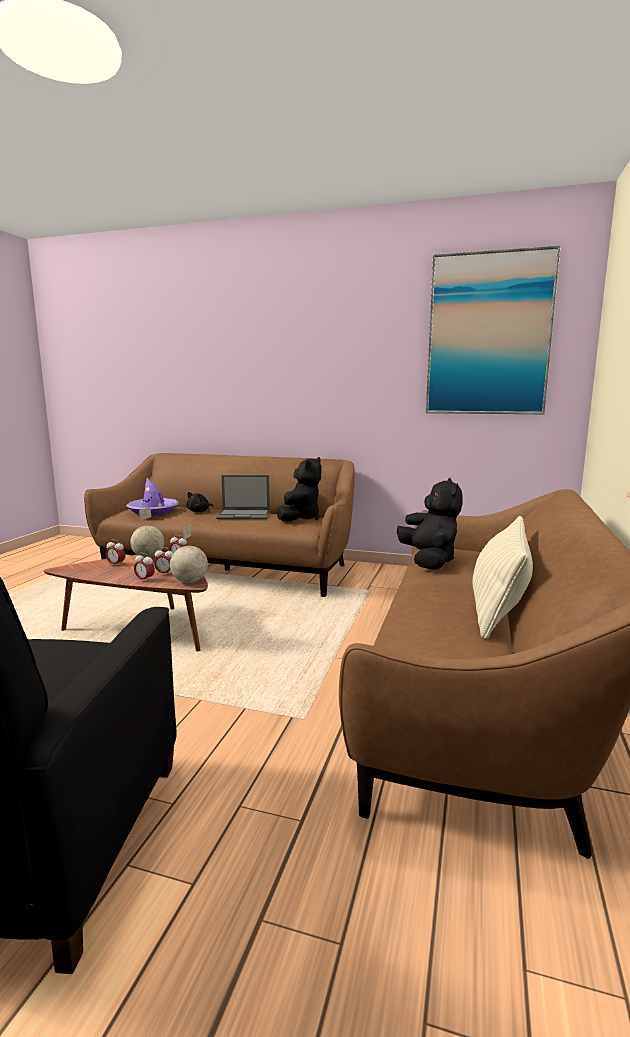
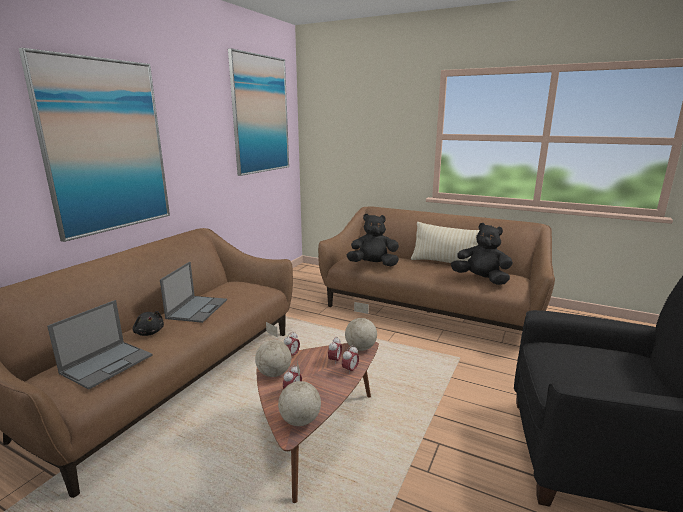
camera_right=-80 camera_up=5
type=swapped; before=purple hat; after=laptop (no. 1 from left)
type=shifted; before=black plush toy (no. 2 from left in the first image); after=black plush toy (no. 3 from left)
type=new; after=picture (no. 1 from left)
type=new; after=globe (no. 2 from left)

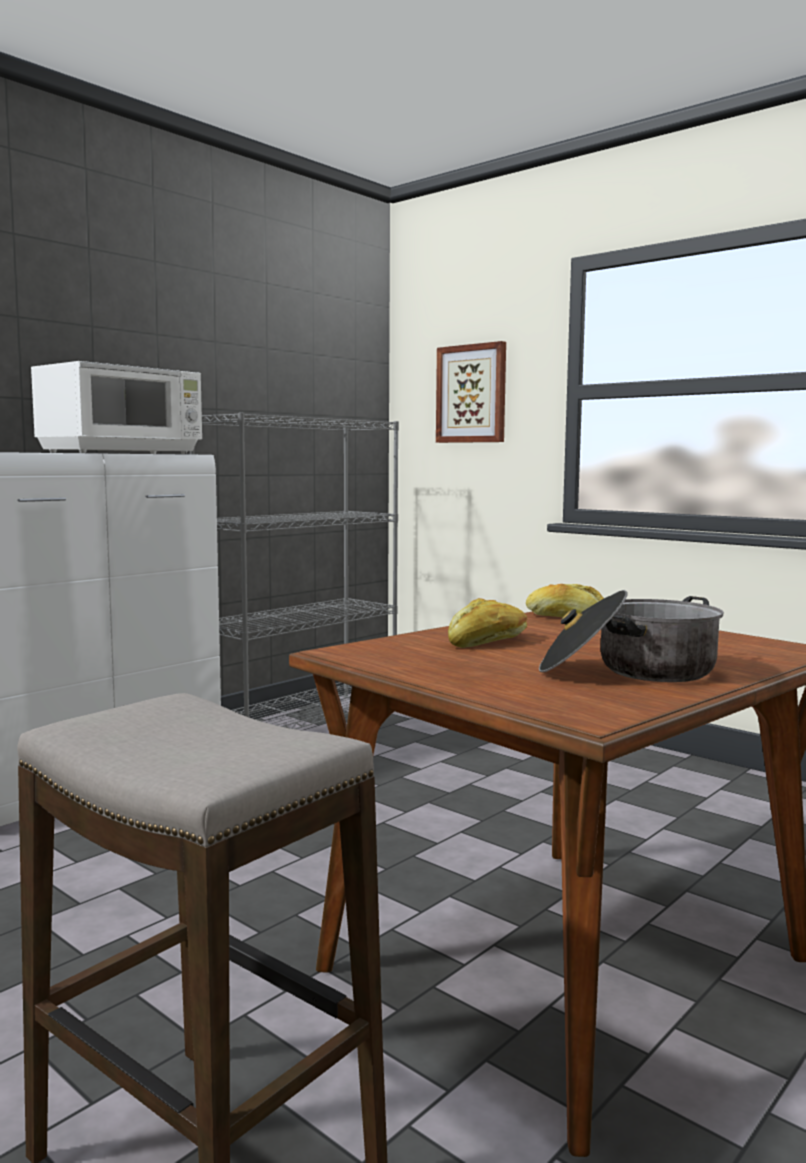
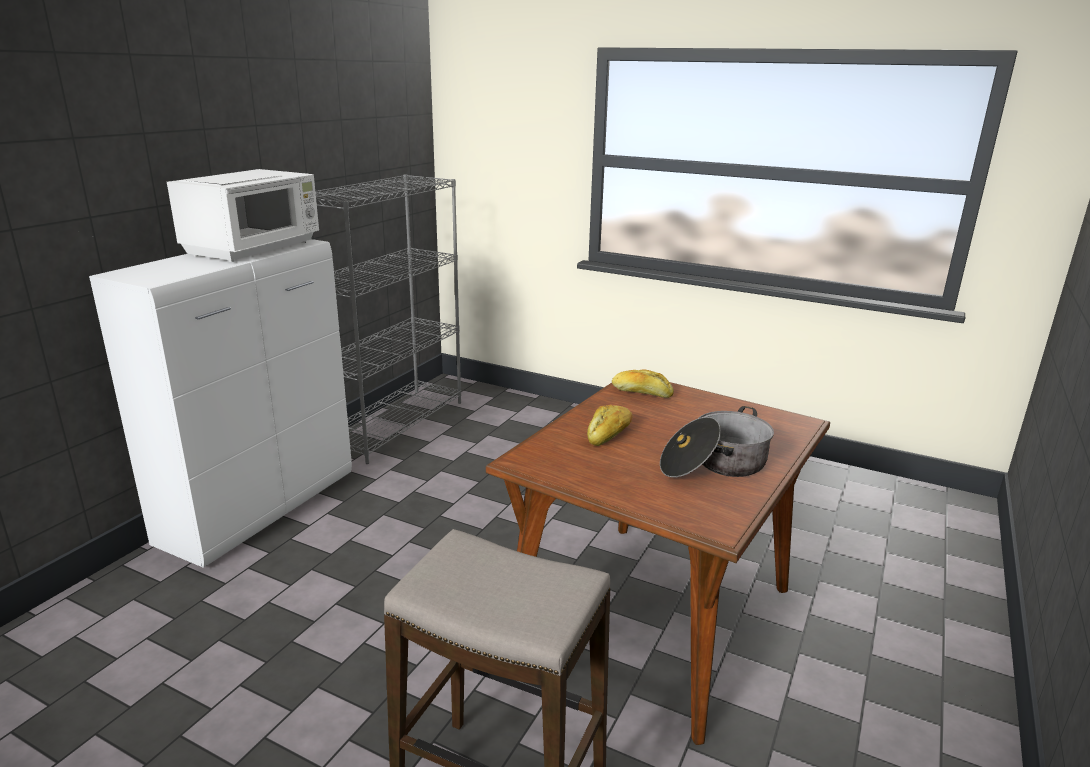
camera_right=-15 camera_up=15
type=gone; before=picture

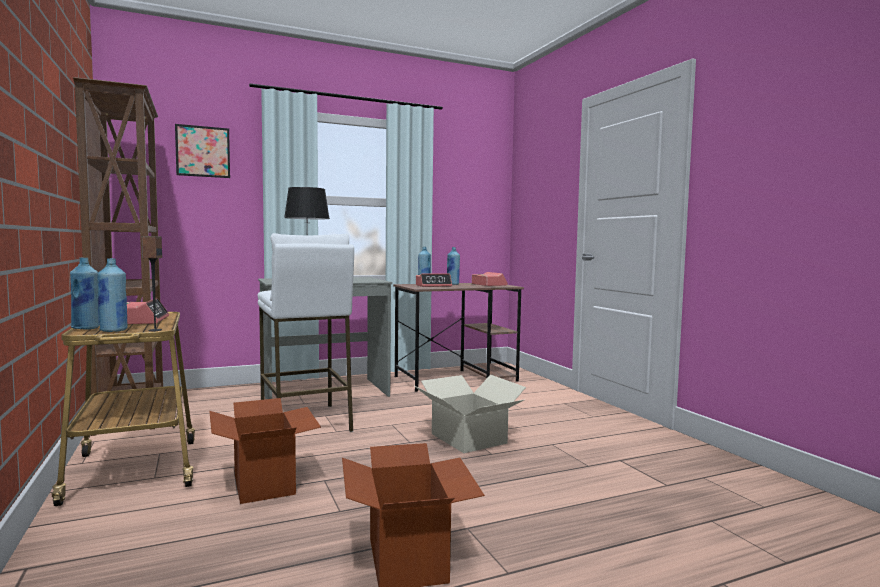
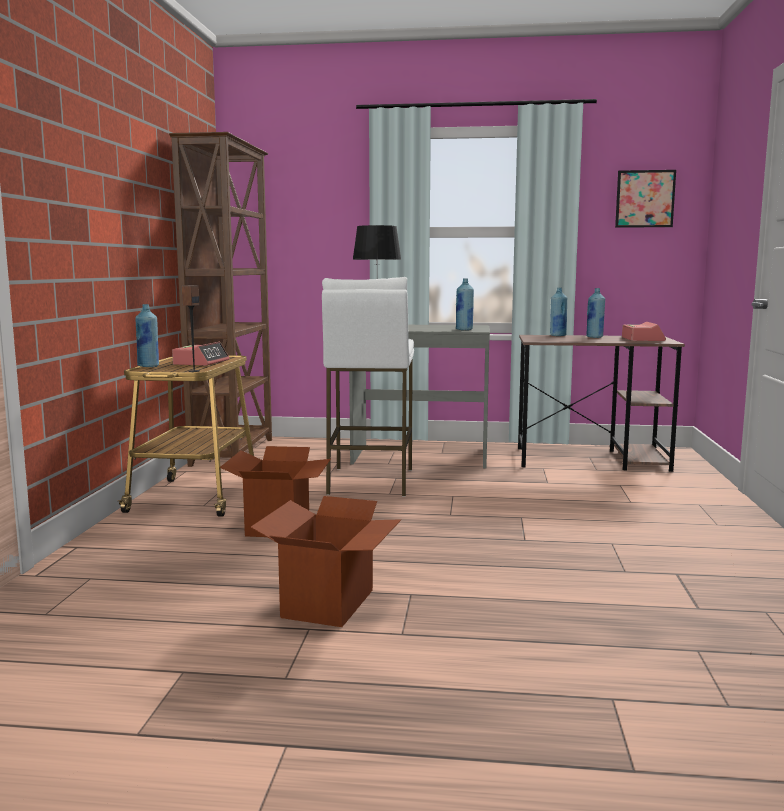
camera_right=30 camera_up=5
type=shifted; before=blue bottle (no. 2 from left)
type=shifted; before=picture
type=gone; before=cardboard box (no. 3 from left)
type=gone; before=alarm clock (no. 2 from left)

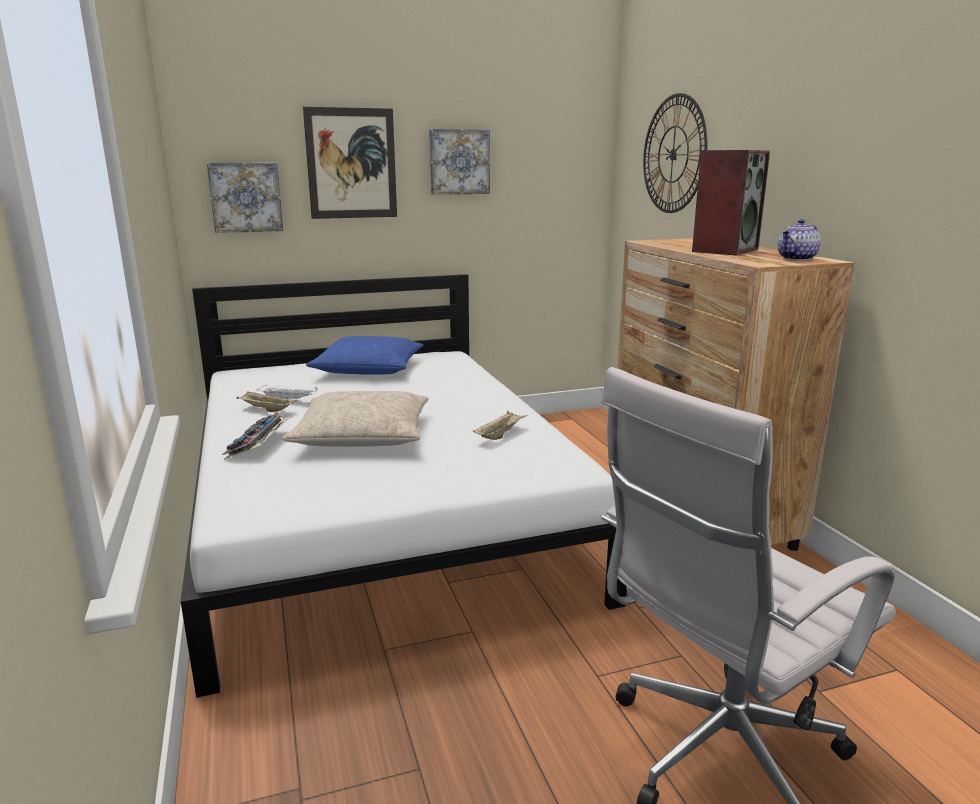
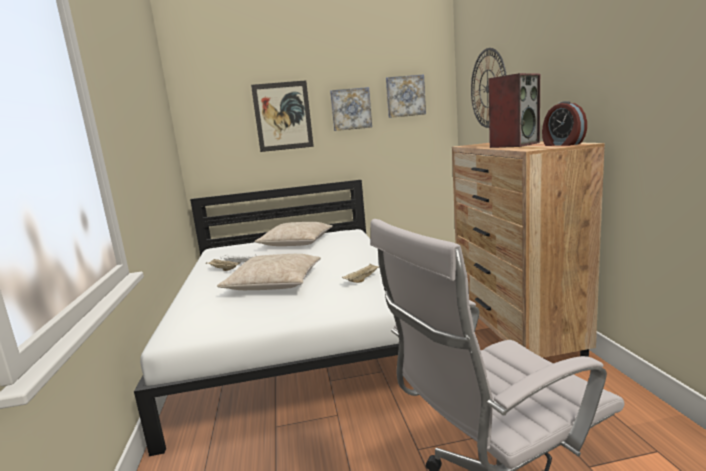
camera_right=10 camera_up=-5
type=shifted; before=picture (no. 1 from left in the first image); after=picture (no. 3 from left)
type=gone; before=keyboard
type=repainted; before=blue pillow; after=beige pillow (no. 2 from left)
type=swapped; before=teapot; after=alarm clock

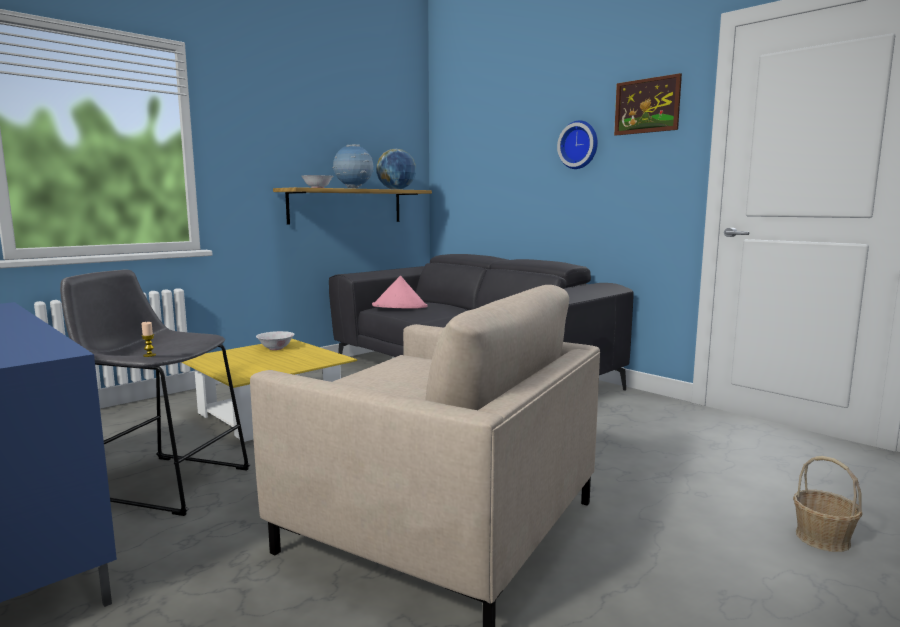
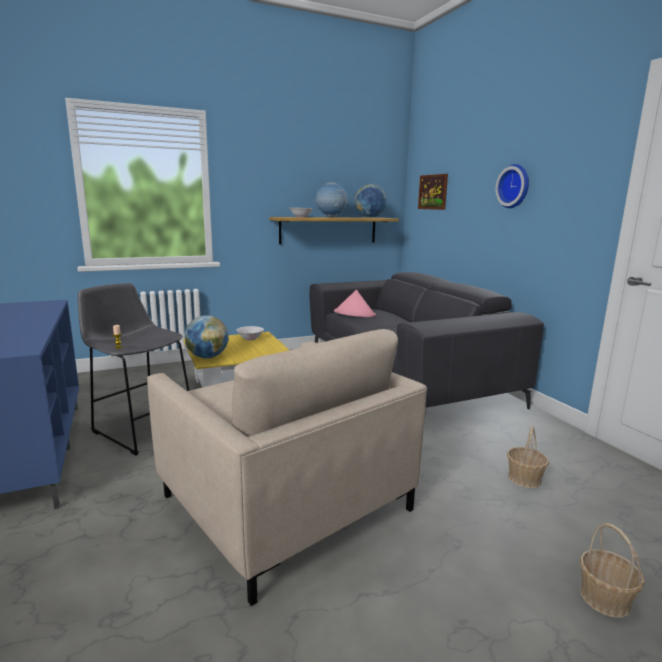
camera_right=20 camera_up=5
type=shifted; before=picture
type=new; after=globe (no. 1 from left)
type=new; after=basket (no. 1 from left)

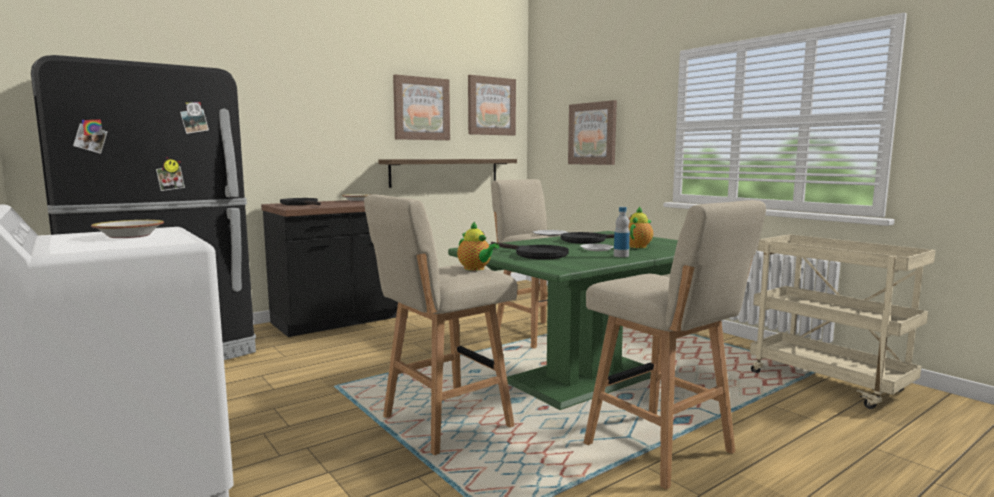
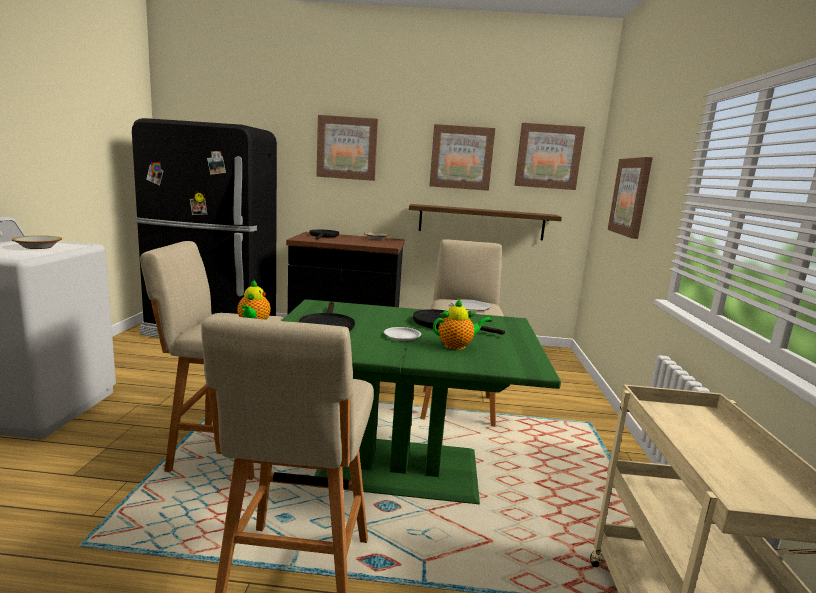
camera_right=40 camera_up=5
type=gone; before=bottle
type=new; after=picture (no. 1 from left)

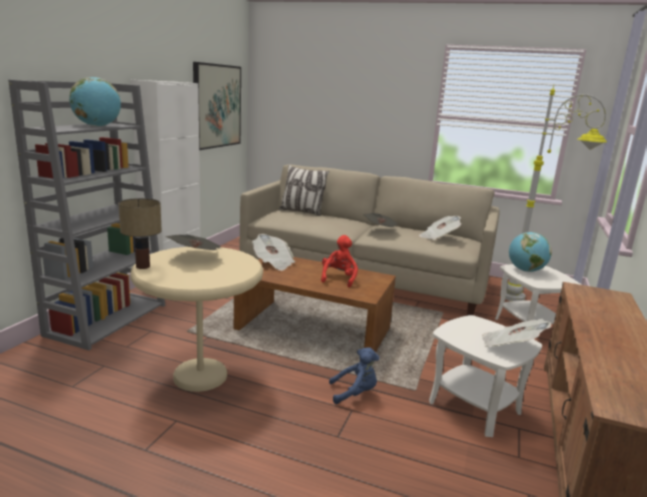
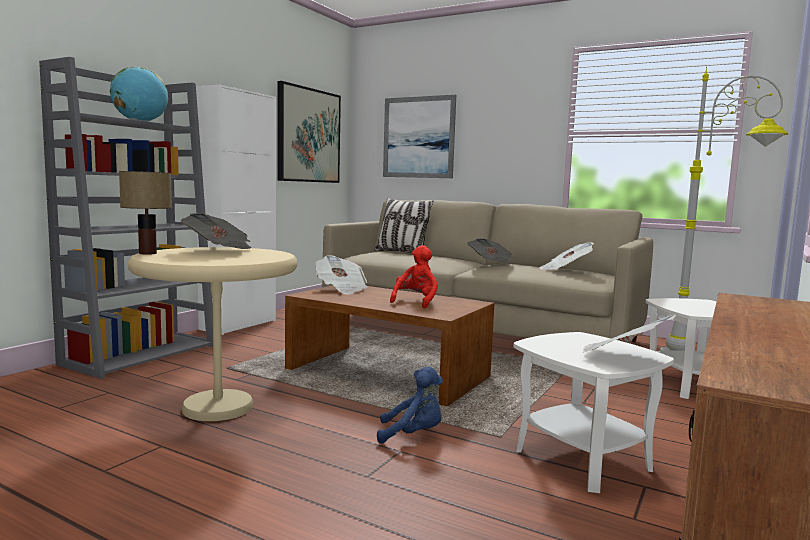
camera_right=10 camera_up=-10
type=gone; before=globe (no. 2 from left)
type=new; after=picture (no. 2 from left)

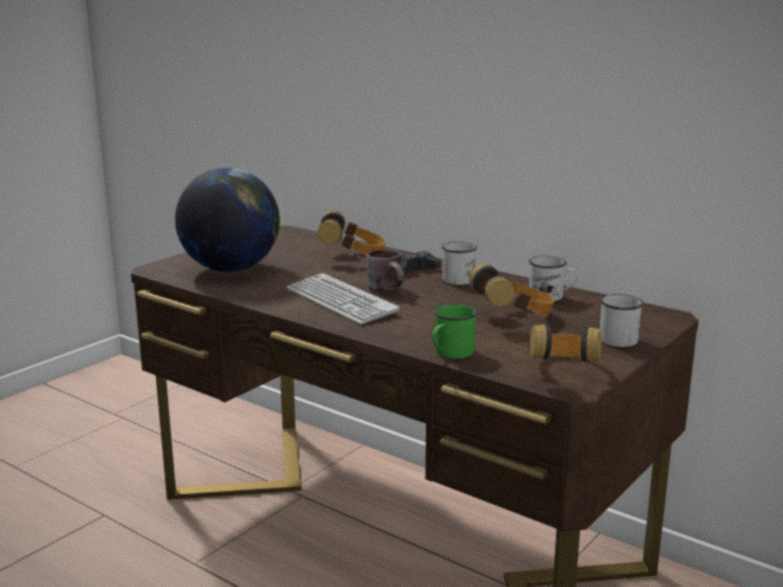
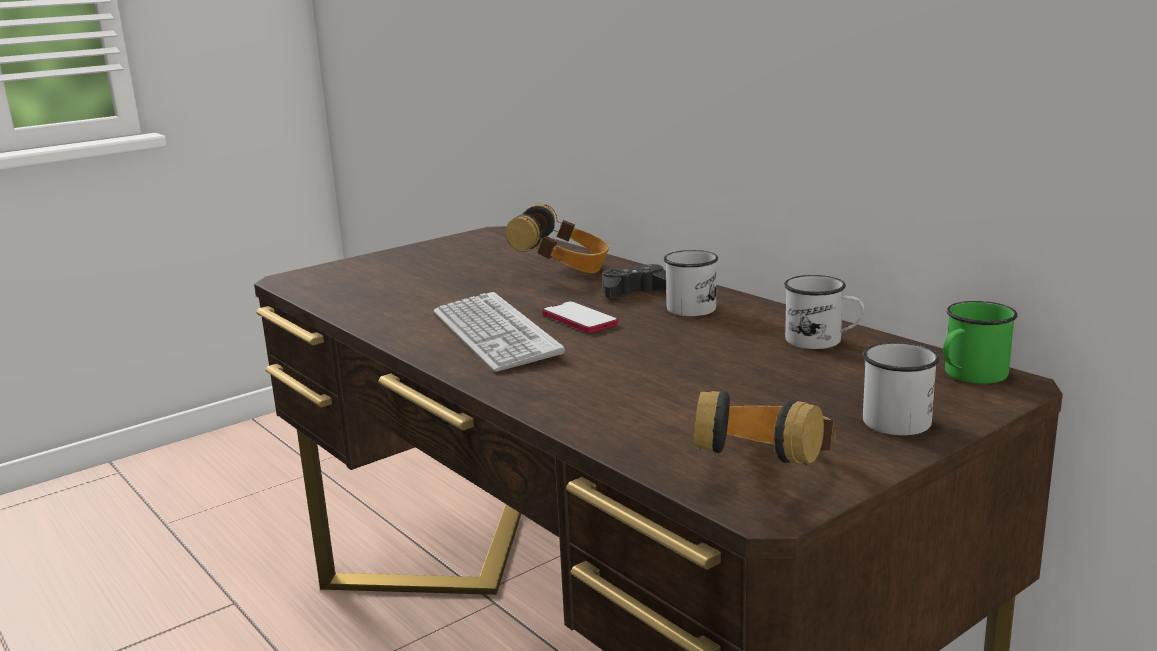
camera_right=15 camera_up=0
type=gone; before=globe
type=swapped; before=brown mug; after=phone
type=shifted; before=green mug
type=gone; before=headphones (no. 2 from left)

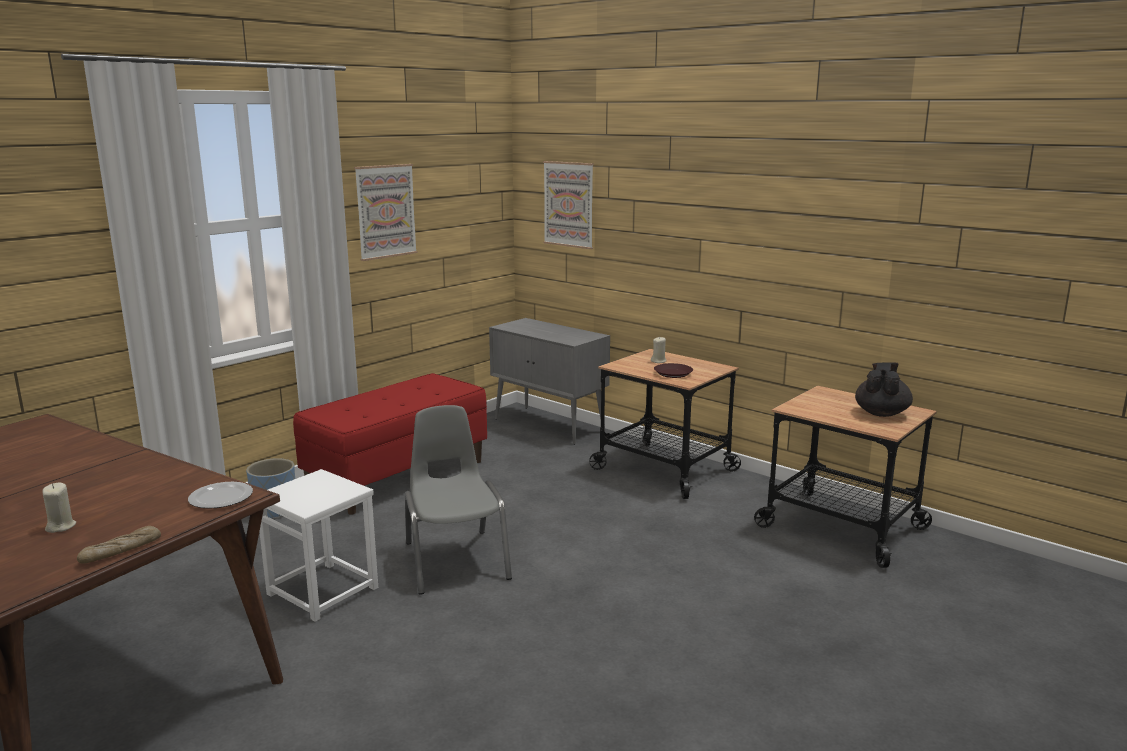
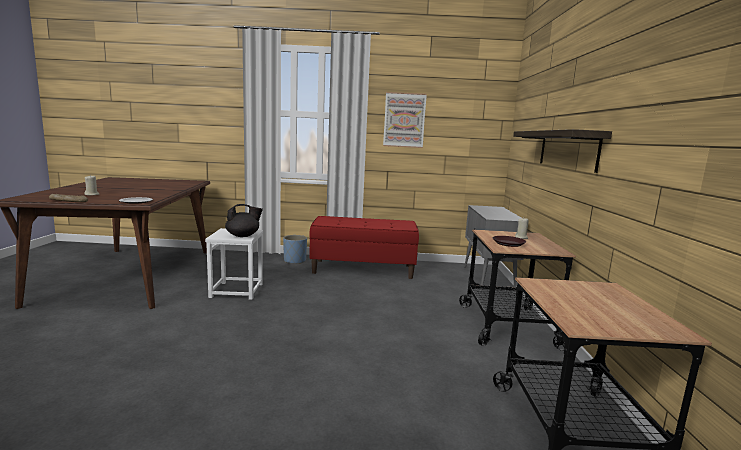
camera_right=50 camera_up=-5
type=gone; before=grey chair
type=gone; before=picture (no. 2 from left)
type=shifted; before=black teapot
type=new; after=shelf

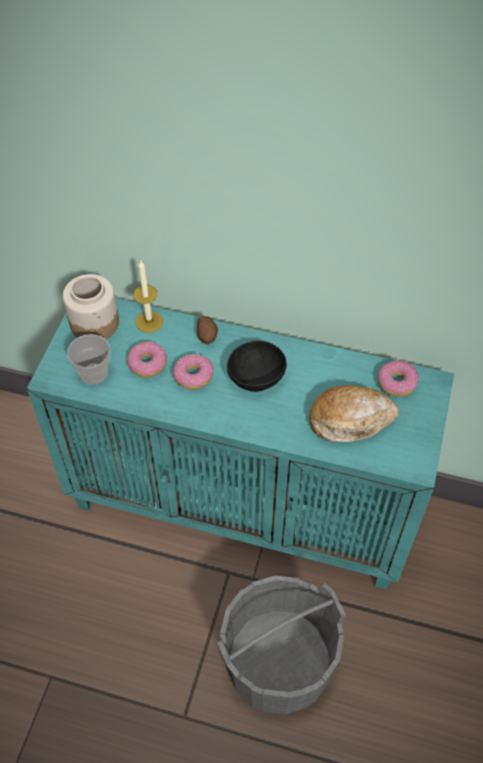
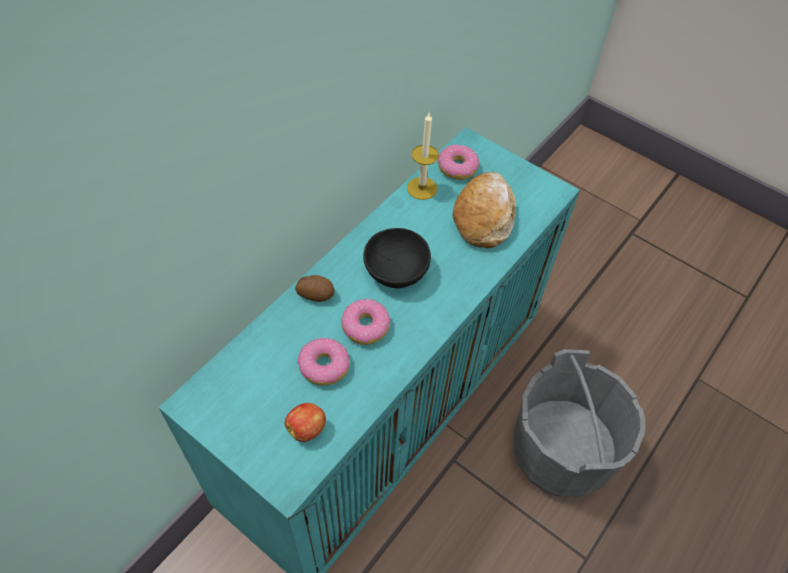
camera_right=-70 camera_up=0
type=gone; before=jar
type=swapped; before=cup; after=apple
type=shifted; before=candle

